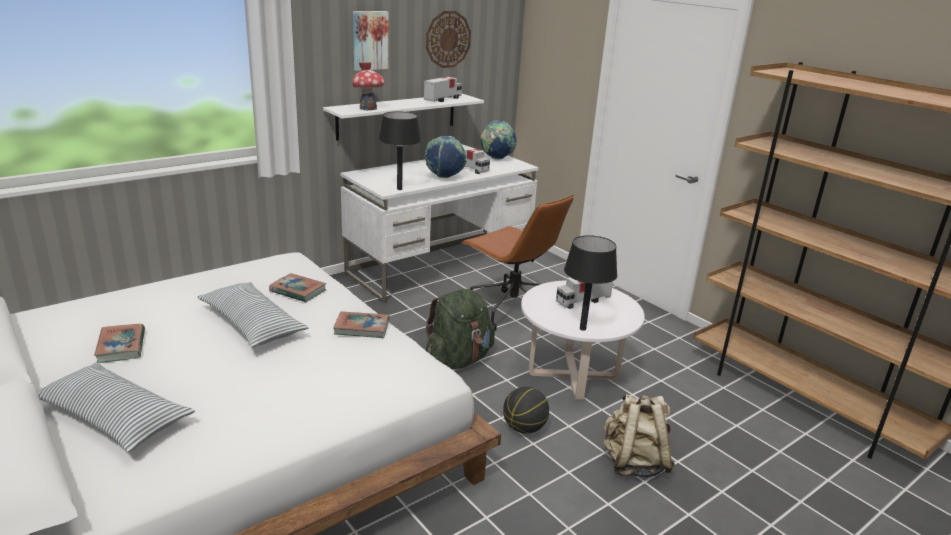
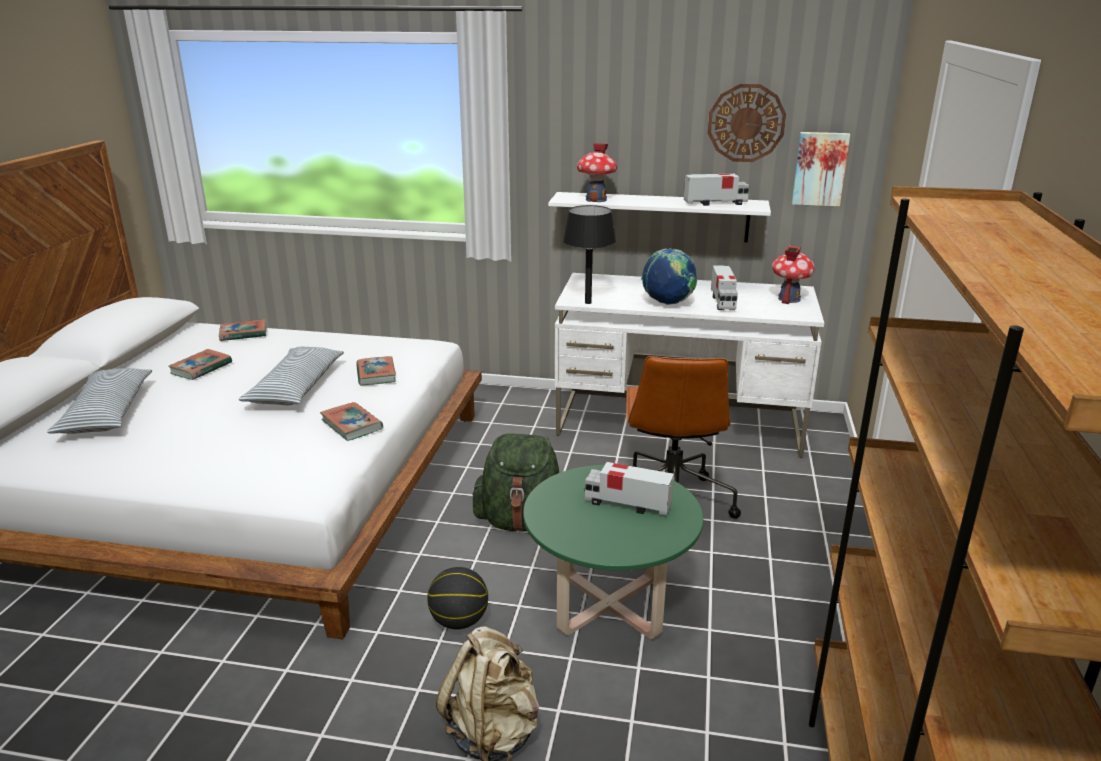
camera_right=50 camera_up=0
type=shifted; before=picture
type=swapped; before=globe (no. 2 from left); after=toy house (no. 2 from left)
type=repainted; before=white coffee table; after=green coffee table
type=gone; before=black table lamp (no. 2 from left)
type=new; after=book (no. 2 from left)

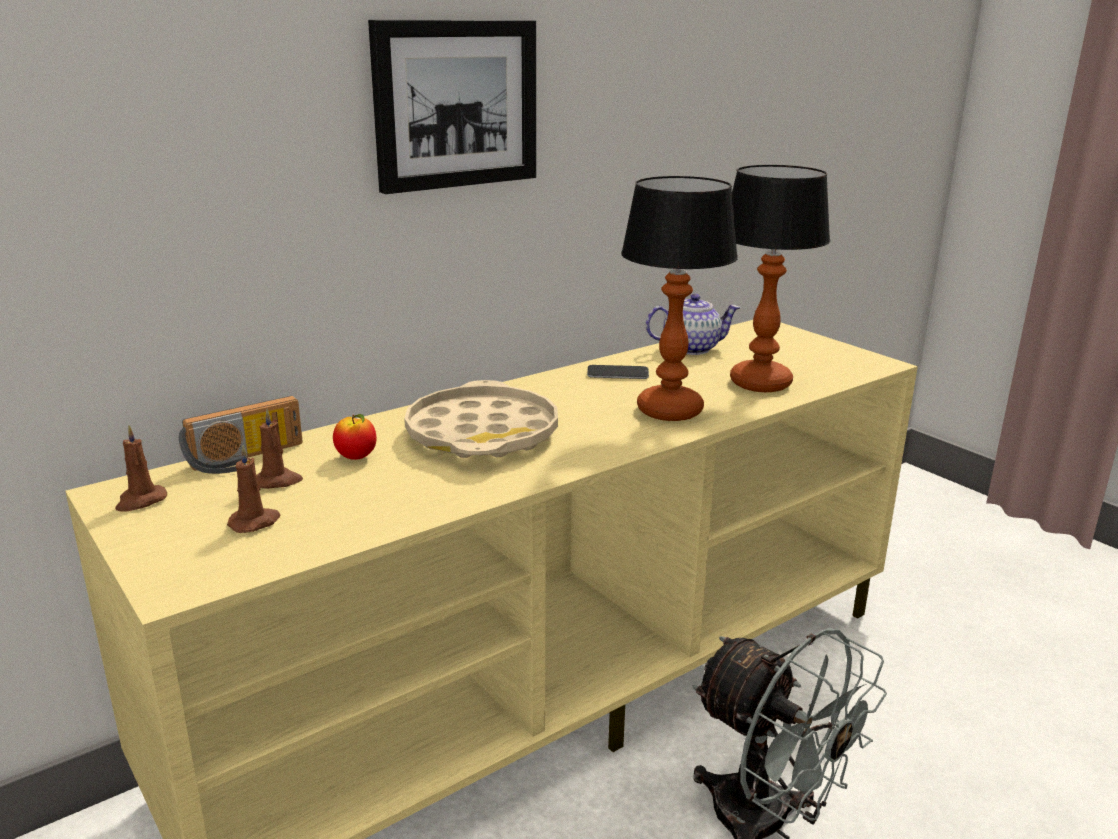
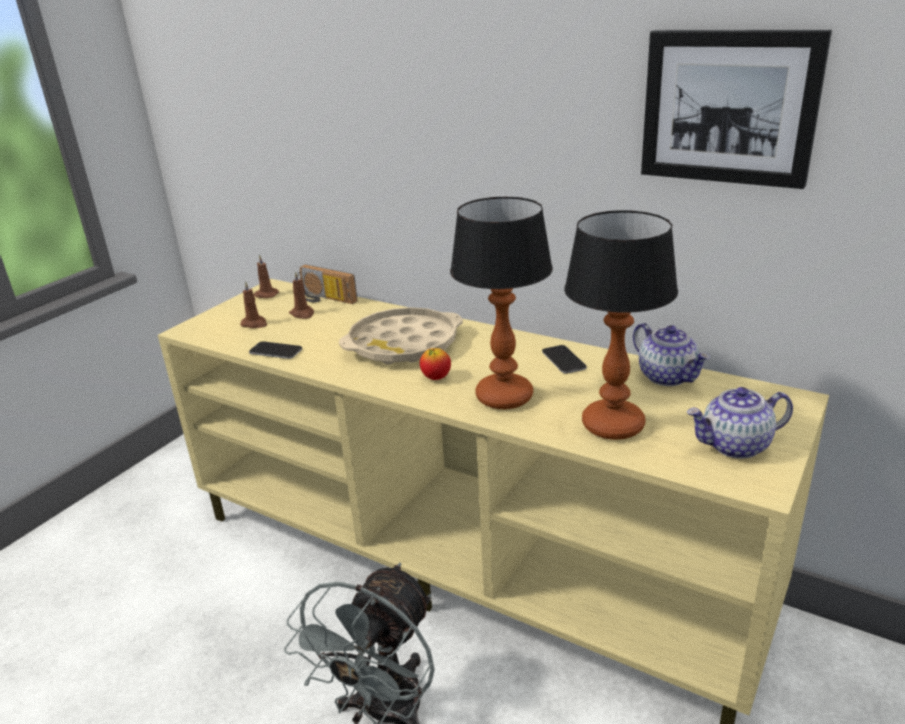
camera_right=70 camera_up=5
type=shifted; before=apple
type=shifted; before=picture
type=new; after=phone (no. 1 from left)
type=new; after=teapot (no. 2 from left)

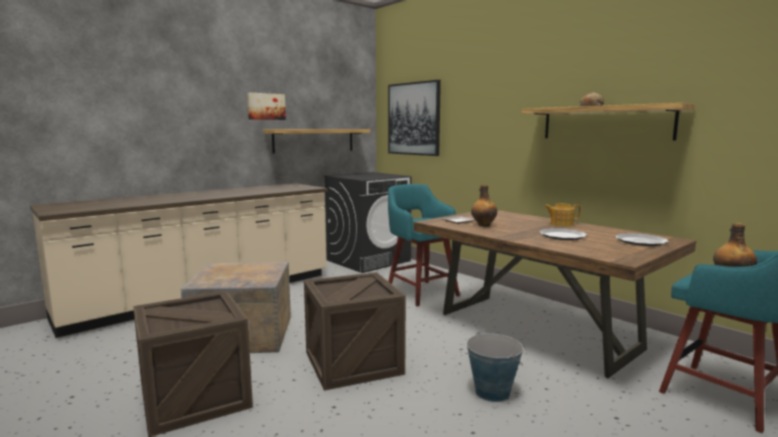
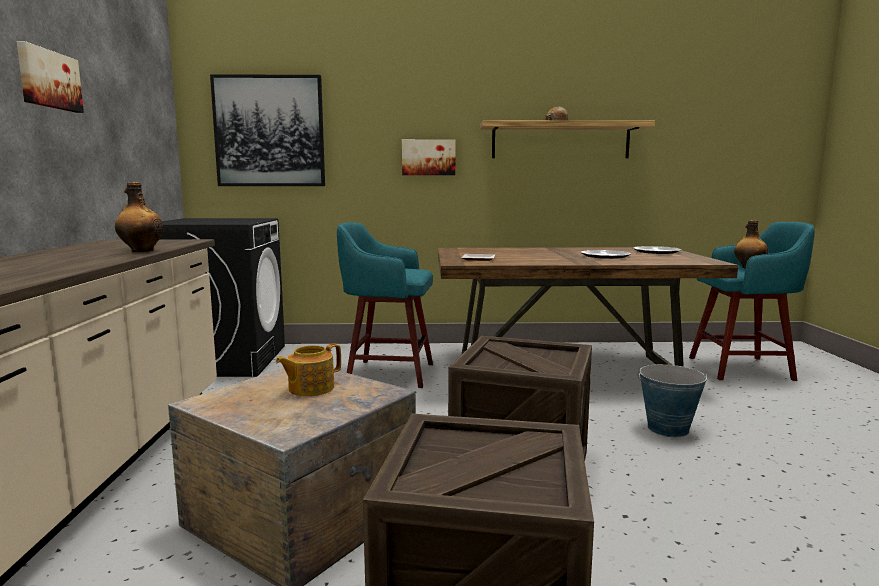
camera_right=-50 camera_up=0
type=gone; before=shelf (no. 1 from left)
type=shifted; before=bottle (no. 1 from left)
type=shifted; before=teapot
type=new; after=picture (no. 3 from left)

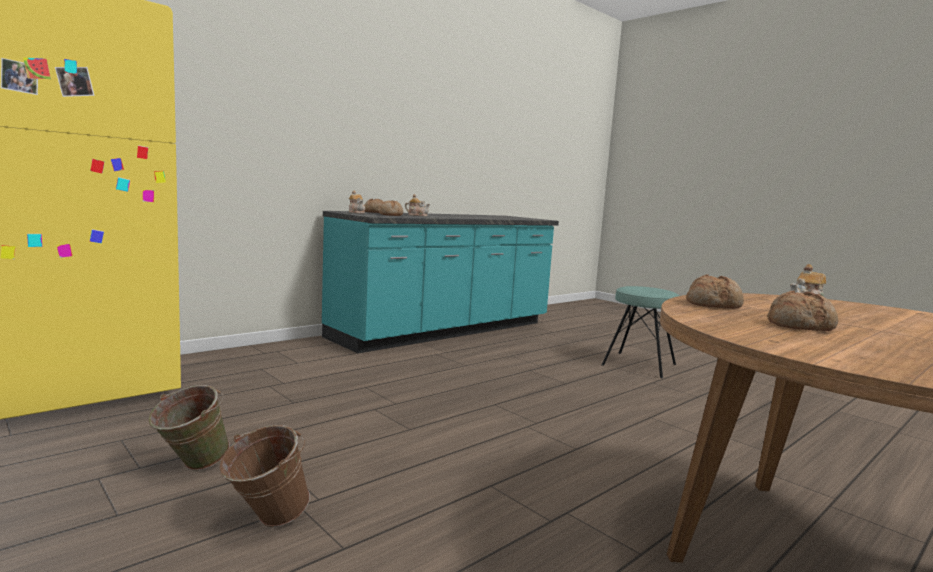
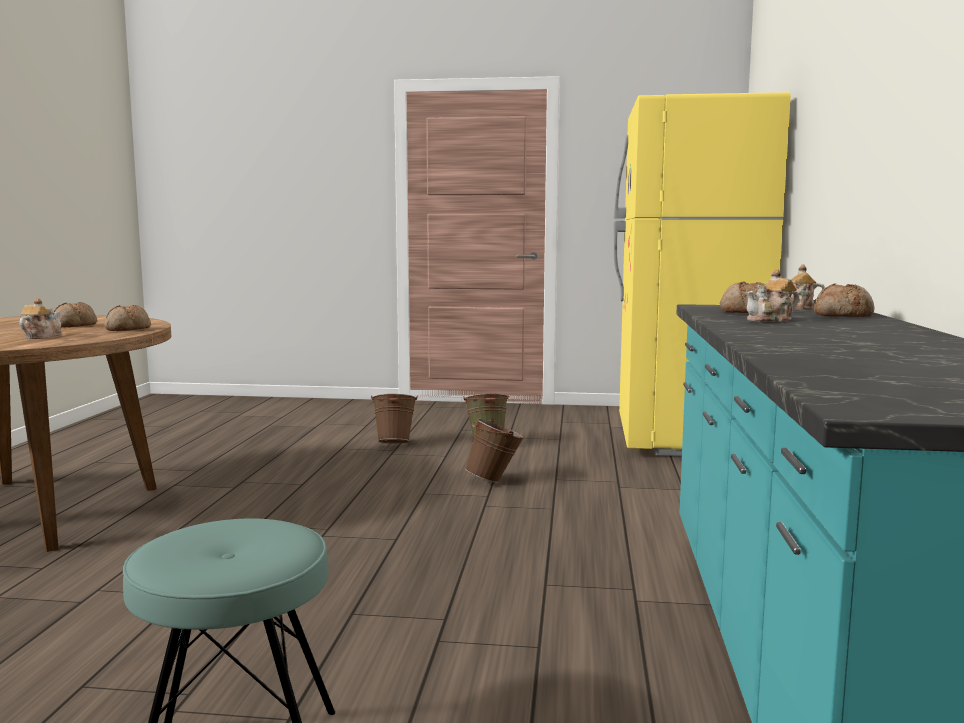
camera_right=140 camera_up=0
type=new; after=brown bucket (no. 2 from left)

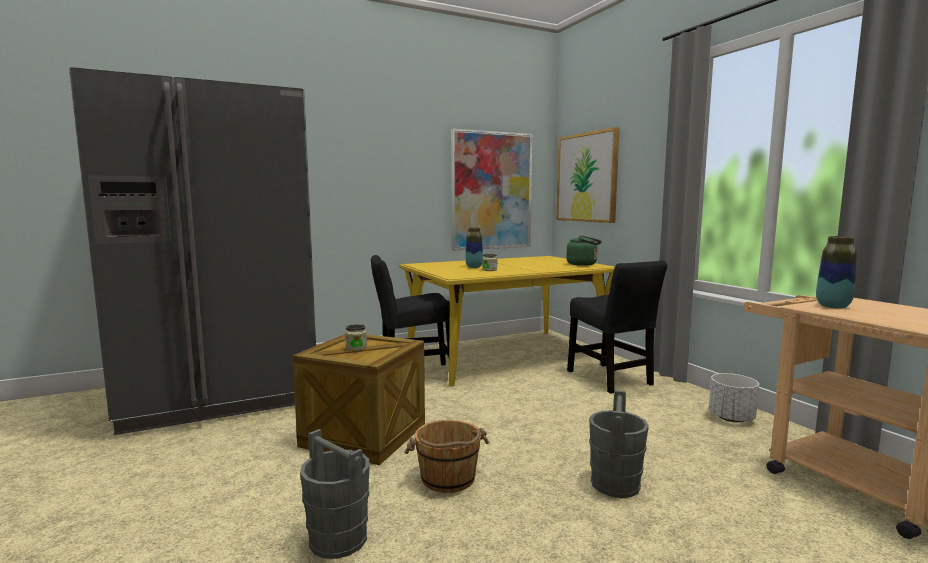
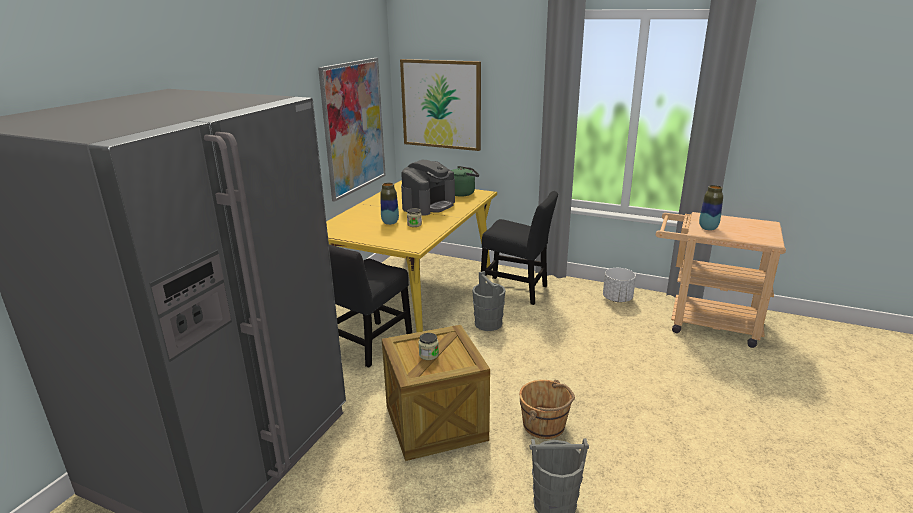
camera_right=-40 camera_up=15
type=shifted; before=grey bucket (no. 2 from left in the first image); after=grey bucket (no. 1 from left)
type=new; after=coffee machine

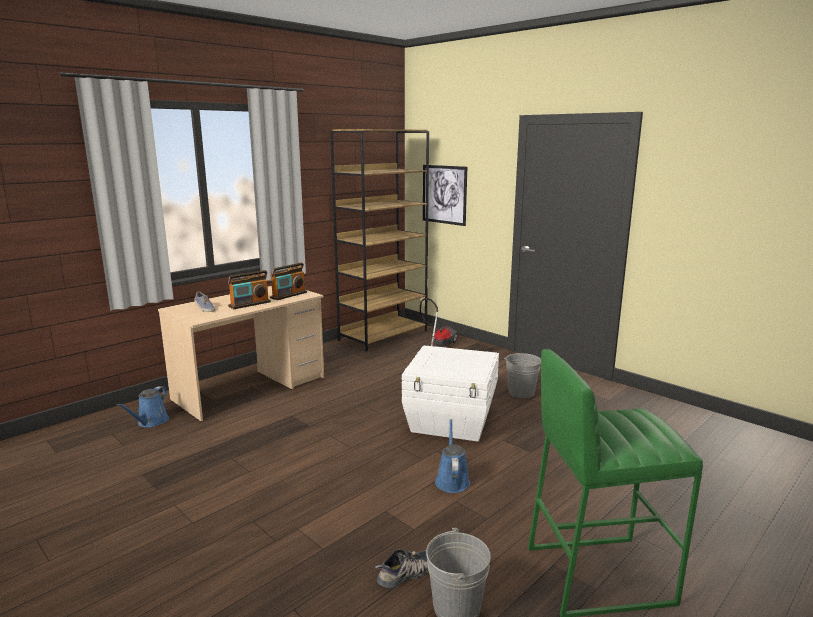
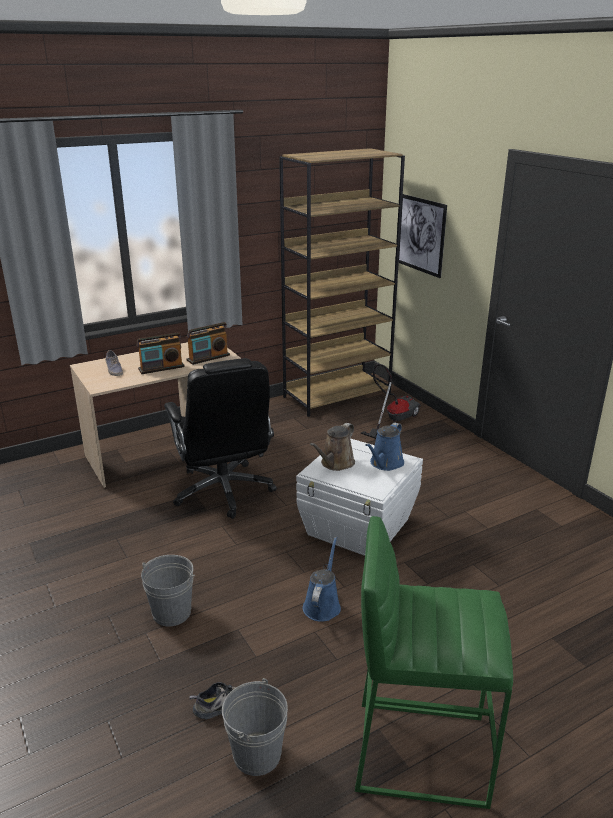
camera_right=15 camera_up=10
type=shifted; before=blue watering can (no. 1 from left in the first image); after=blue watering can (no. 2 from left)
type=shifted; before=grey bucket (no. 2 from left in the first image); after=grey bucket (no. 1 from left)
type=new; after=black office chair
type=new; after=brown watering can

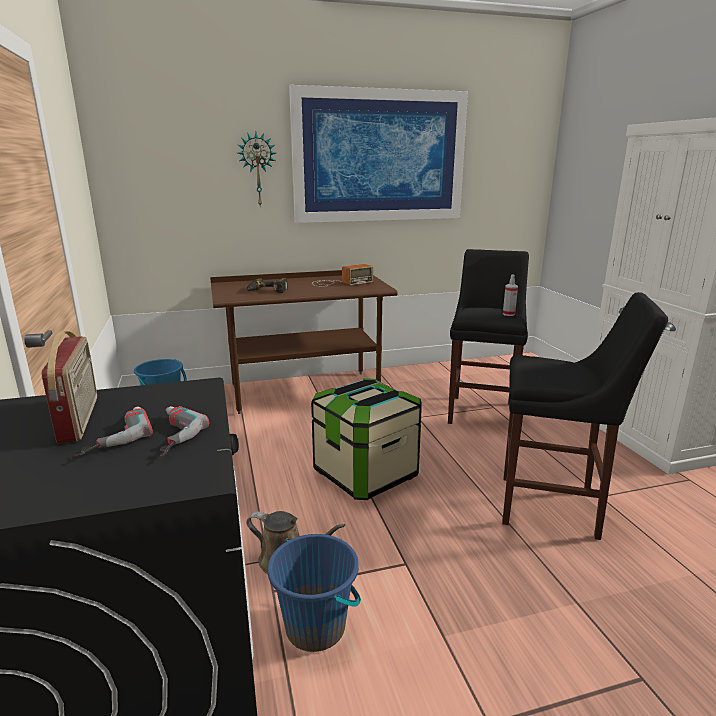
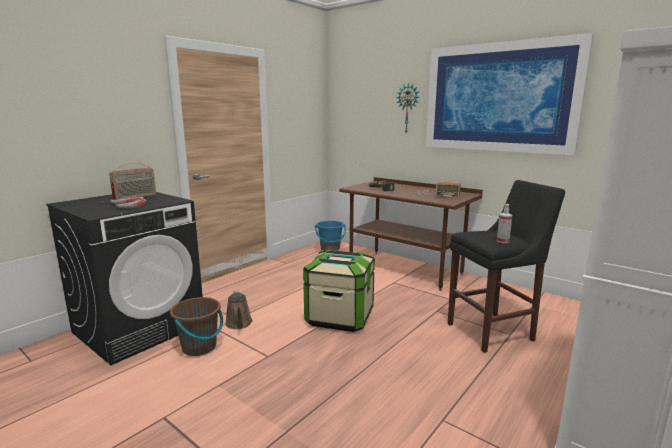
camera_right=55 camera_up=-5
type=repainted; before=blue bucket (no. 2 from left); after=brown bucket
type=gone; before=black stool (no. 2 from left)

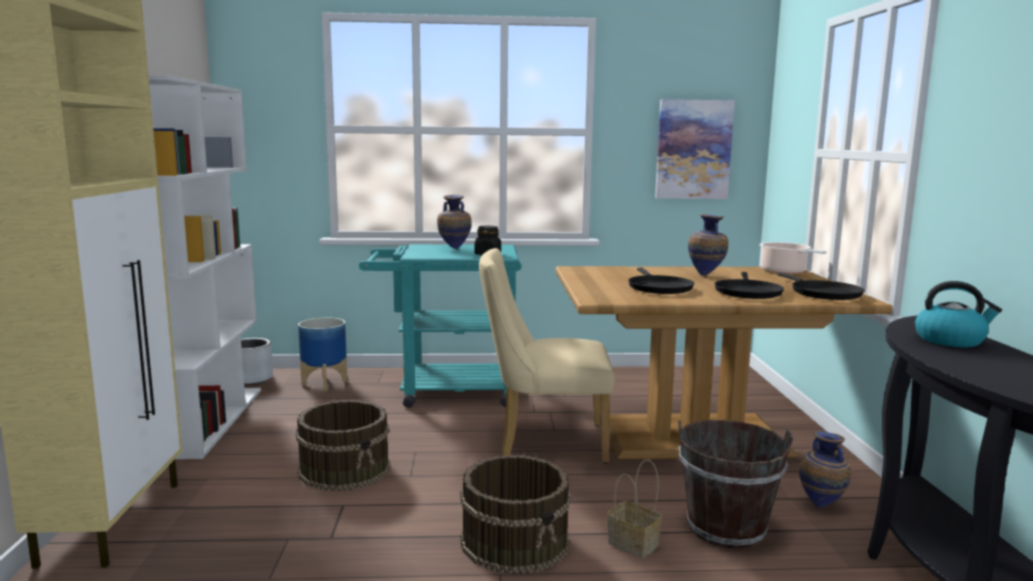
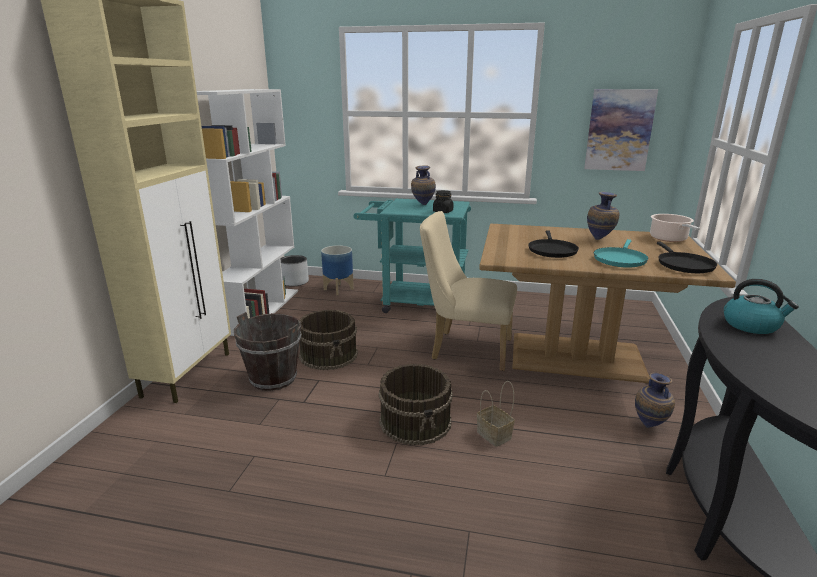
camera_right=15 camera_up=10
type=shifted; before=brown bucket (no. 3 from left in the first image); after=brown bucket (no. 1 from left)
type=repainted; before=black frying pan (no. 2 from left); after=turquoise frying pan

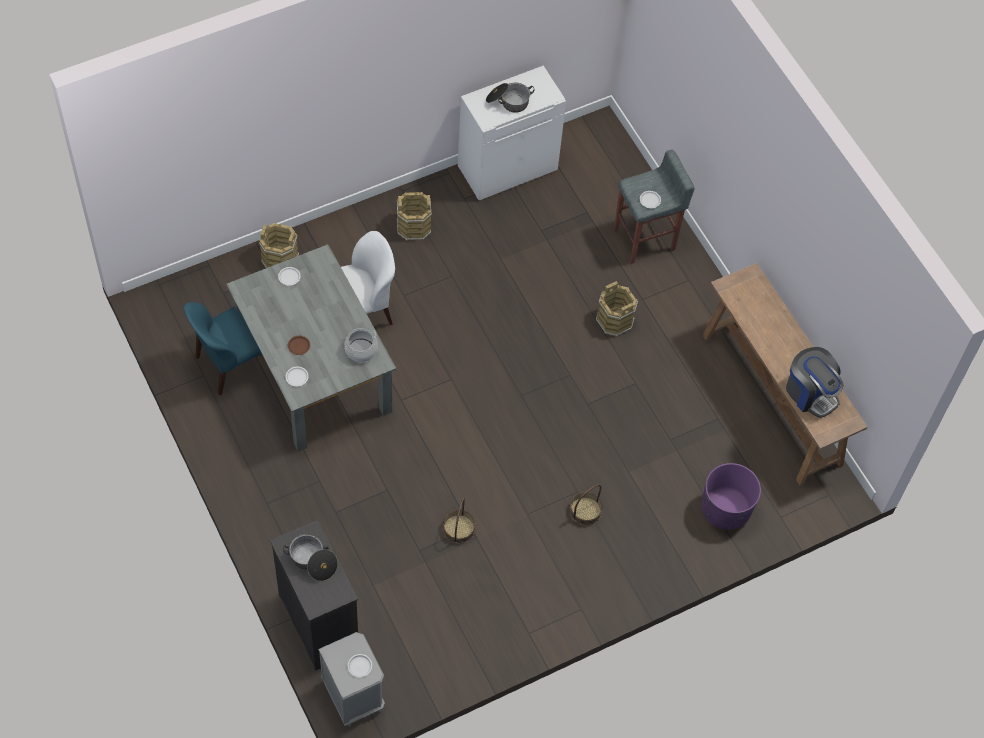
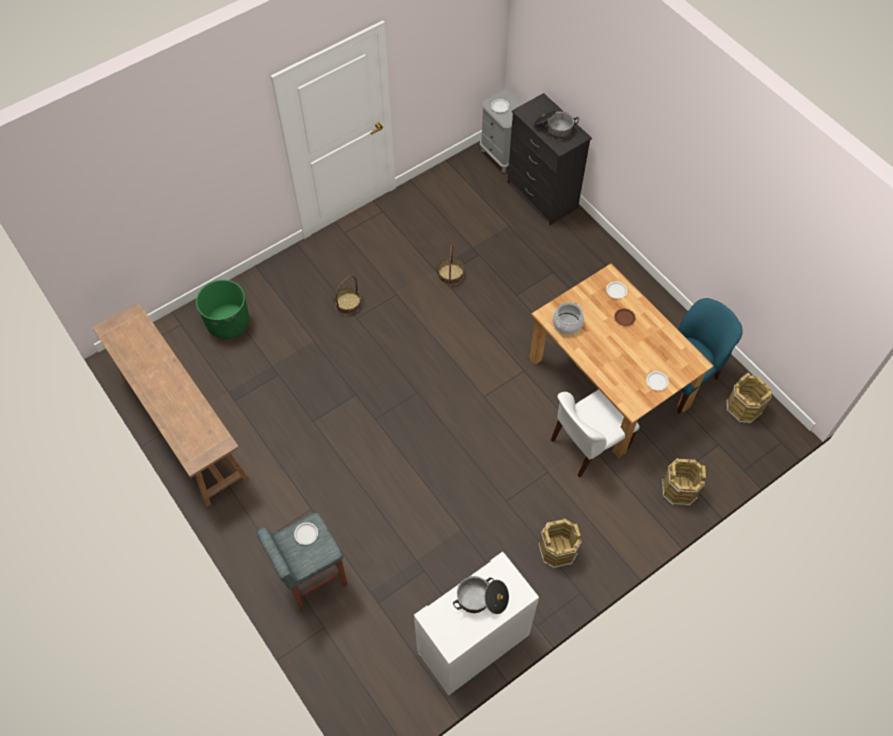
camera_right=175 camera_up=0
type=repainted; before=grey dining table; after=brown dining table
type=shifted; before=brown bucket (no. 3 from left)
type=repainted; before=purple planter; after=green planter
type=gone; before=coffee machine

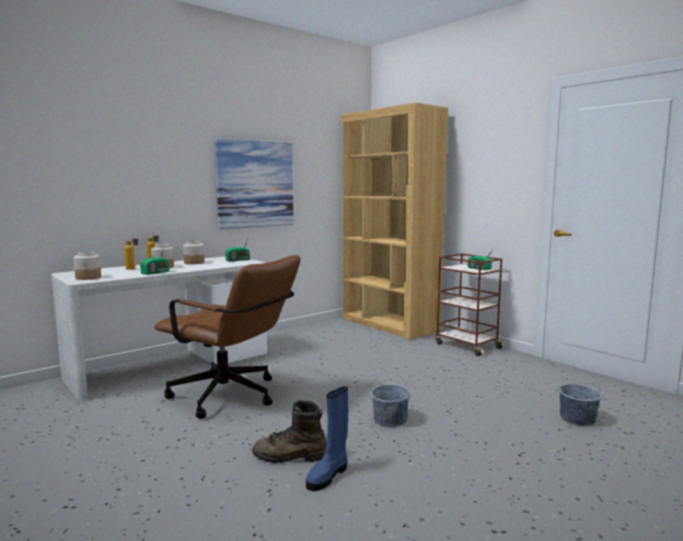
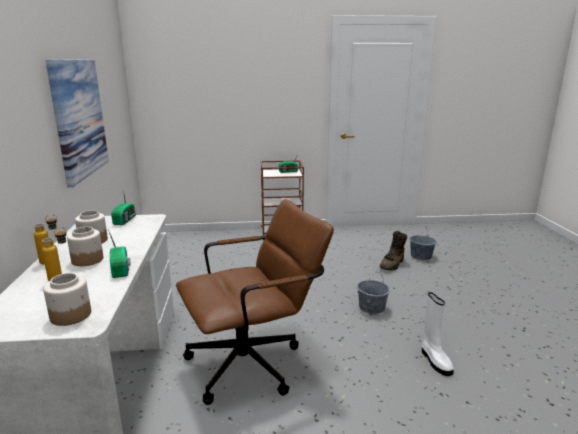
camera_right=-55 camera_up=10
type=shifted; before=brown boot
type=repainted; before=blue boot; after=white boot
type=gone; before=brown bookcase

